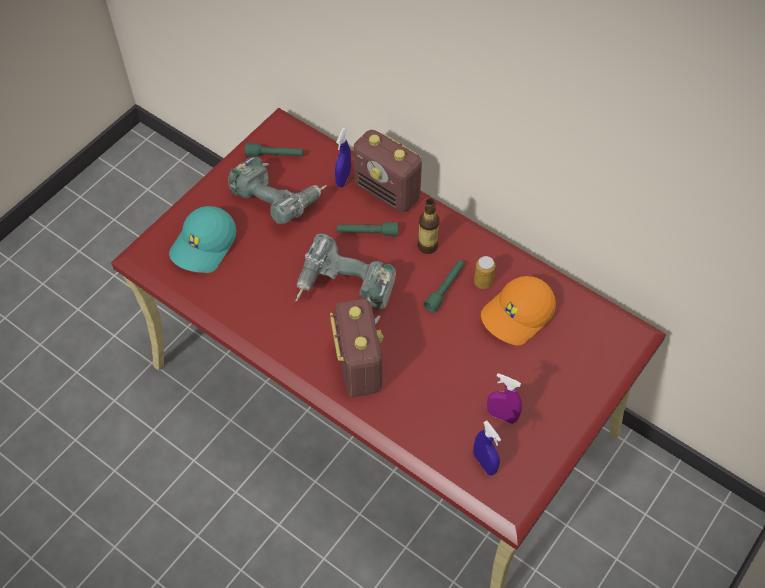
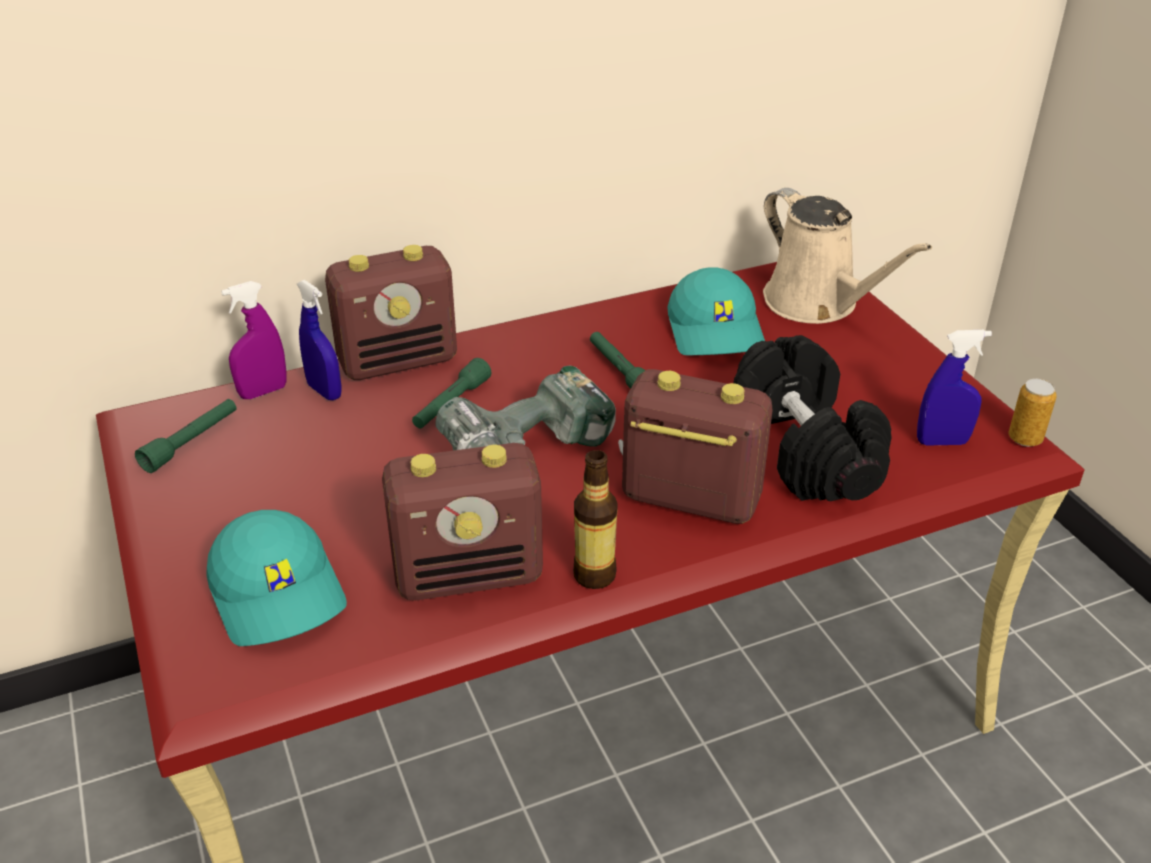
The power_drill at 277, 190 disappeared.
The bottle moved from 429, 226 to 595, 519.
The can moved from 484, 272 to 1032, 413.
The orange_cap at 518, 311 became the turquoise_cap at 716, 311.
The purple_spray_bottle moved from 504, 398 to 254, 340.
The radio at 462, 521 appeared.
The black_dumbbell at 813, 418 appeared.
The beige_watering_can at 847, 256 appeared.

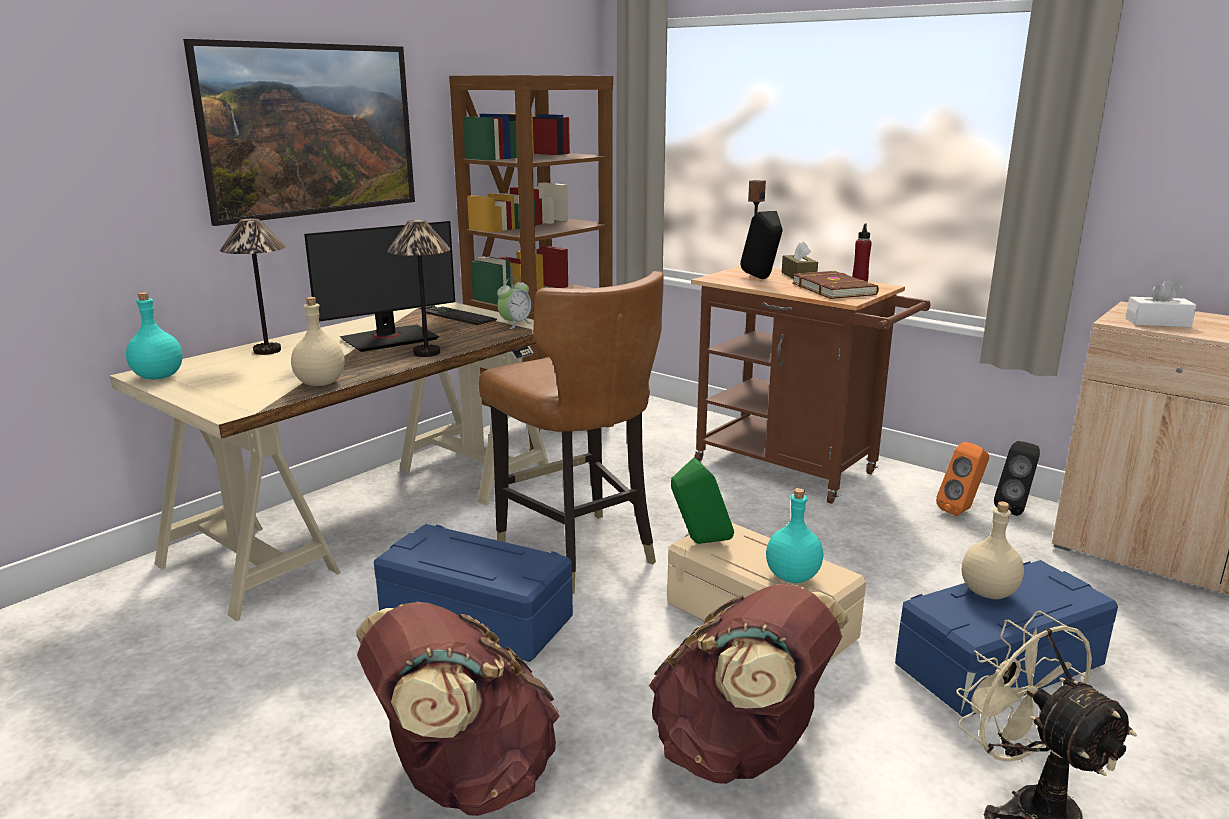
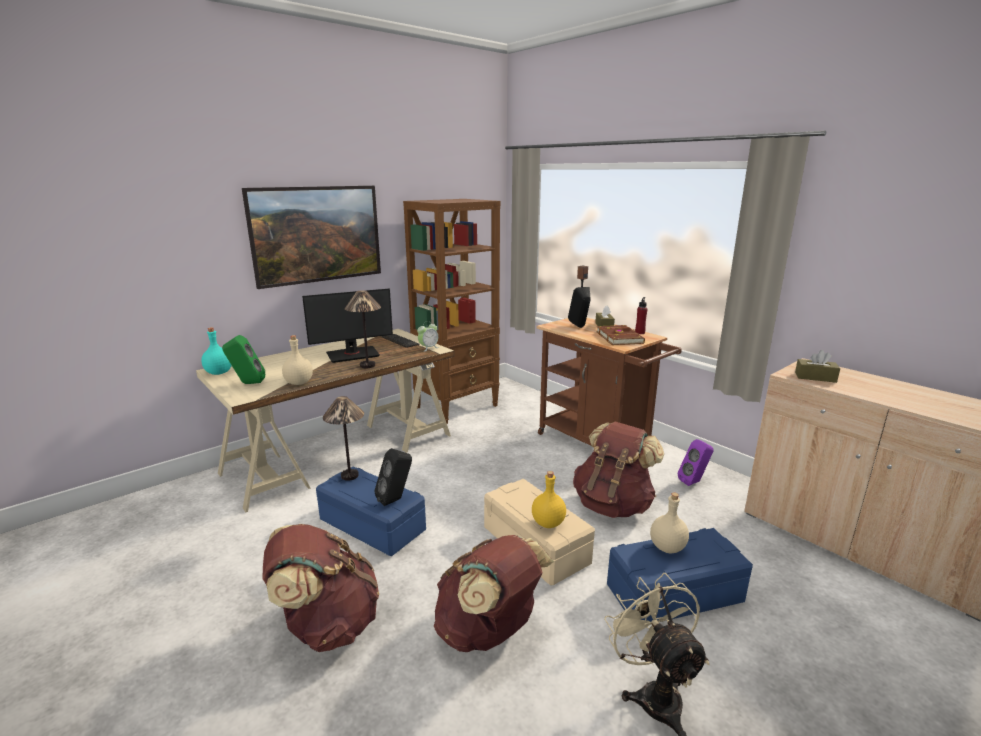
The table_lamp moved from 253, 287 to 343, 438.
The brown_chair at 571, 432 disappeared.
The green_speaker moved from 702, 500 to 244, 359.
The turquoise_bottle at 794, 535 became the yellow_bottle at 549, 499.
The orange_speaker at 962, 479 became the purple_speaker at 695, 462.
The black_speaker moved from 1017, 478 to 393, 477.
The white_tissue_box at 1161, 303 became the brown_tissue_box at 817, 366.
The brown_backpack at 618, 470 appeared.

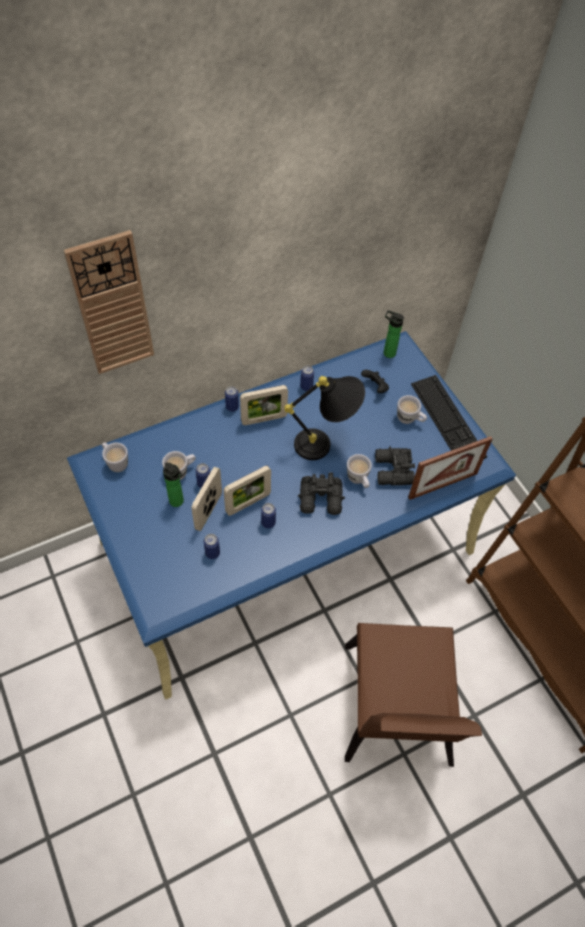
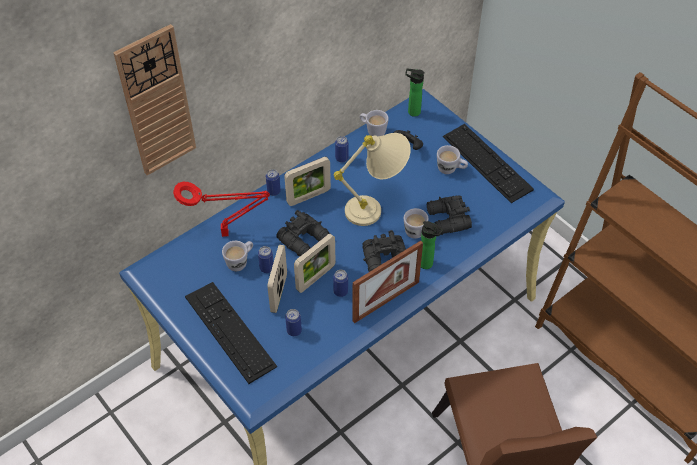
The white_mug moved from 115, 457 to 374, 123.
The bottle moved from 173, 484 to 432, 245.
The black_table_lamp at 324, 418 became the beige_table_lamp at 372, 179.
The picture_frame moved from 450, 468 to 387, 282.
The red_table_lamp at 221, 209 appeared.
The keyboard at 231, 333 appeared.
The black_binoculars at 302, 233 appeared.

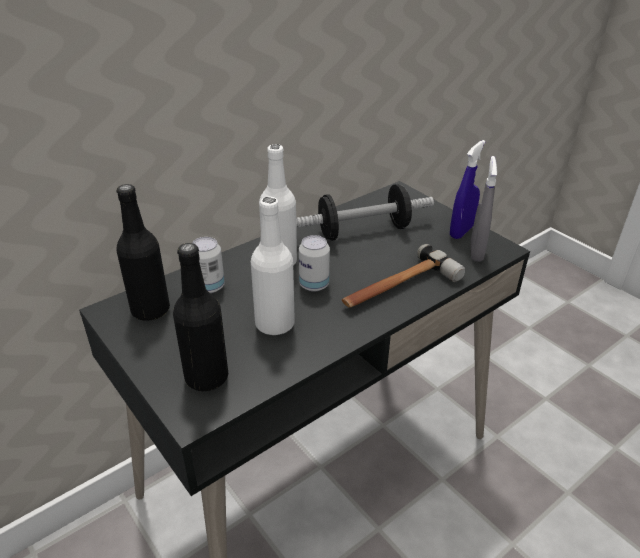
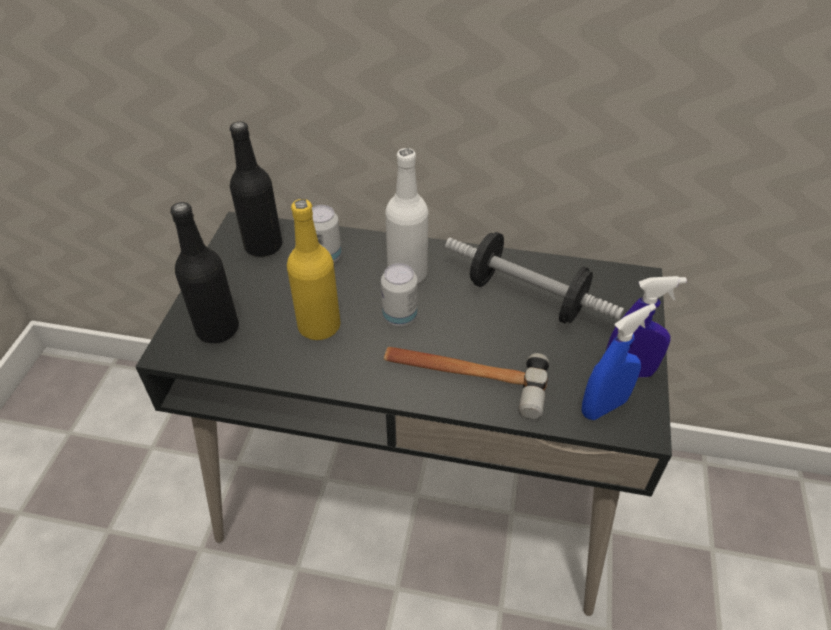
The white_bottle at 273, 266 became the yellow_bottle at 313, 269.
The grey_spray_bottle at 484, 209 became the blue_spray_bottle at 619, 362.

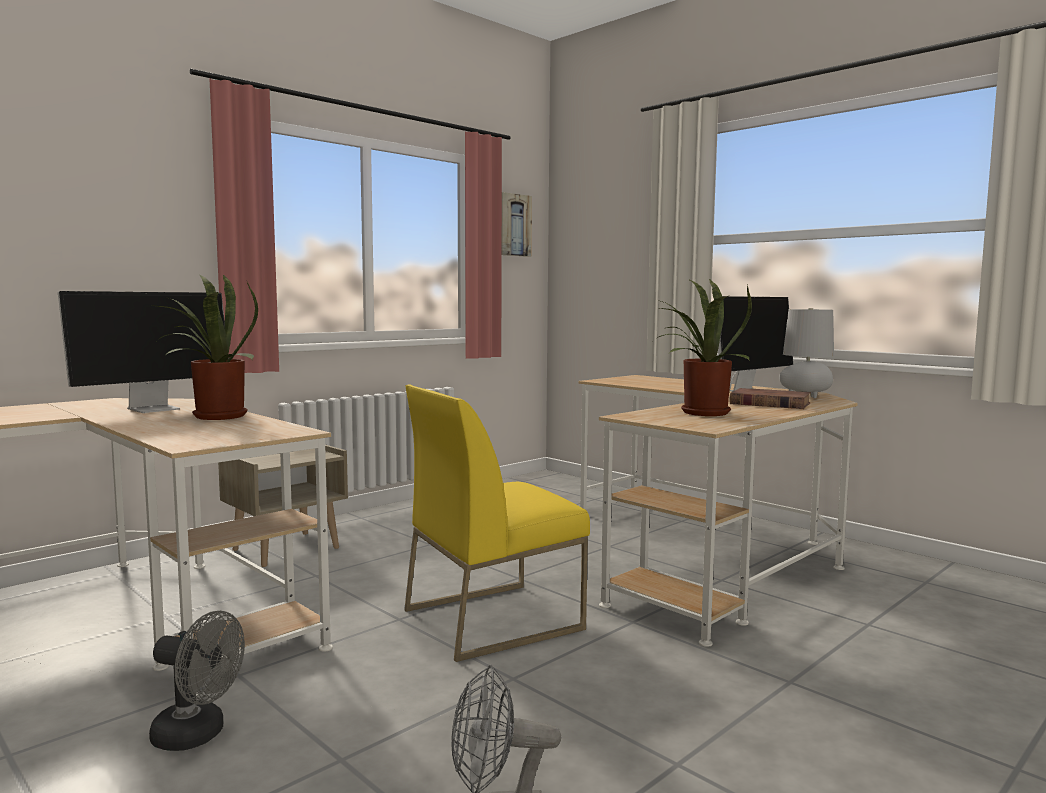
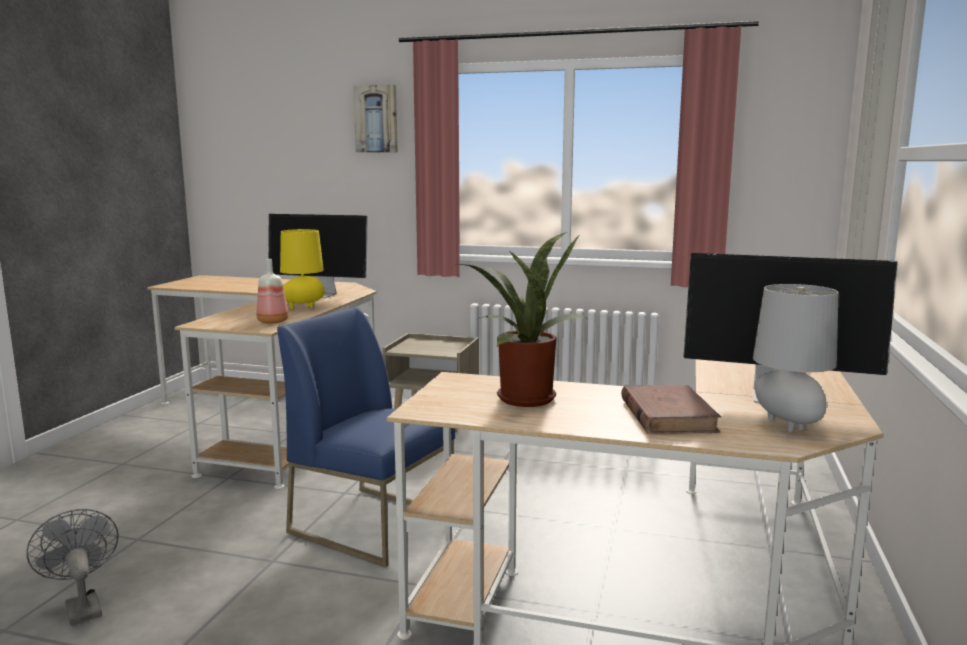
The grey_fan at 197, 681 disappeared.
The potted_plant at 204, 347 was replaced by the yellow_table_lamp at 302, 269.
The yellow_chair at 497, 523 became the blue_chair at 366, 437.
The picture moved from 517, 224 to 375, 119.
The bottle at 272, 291 appeared.

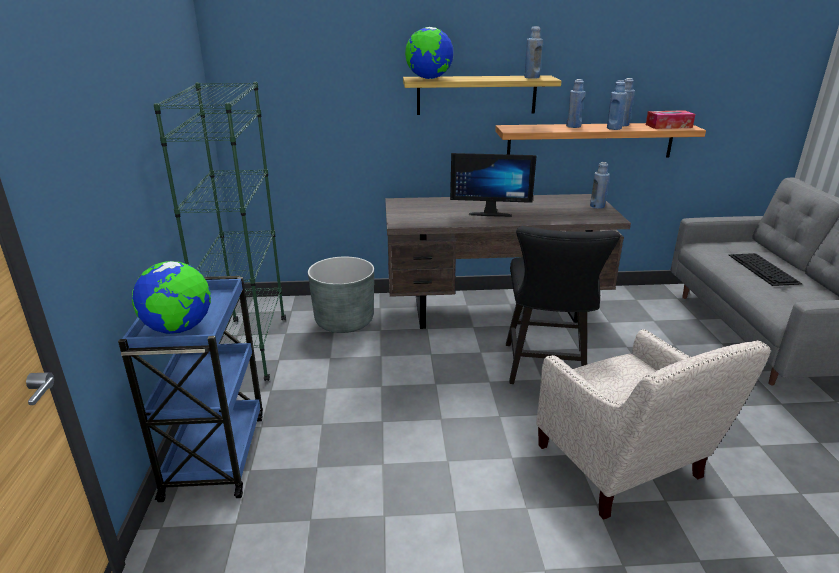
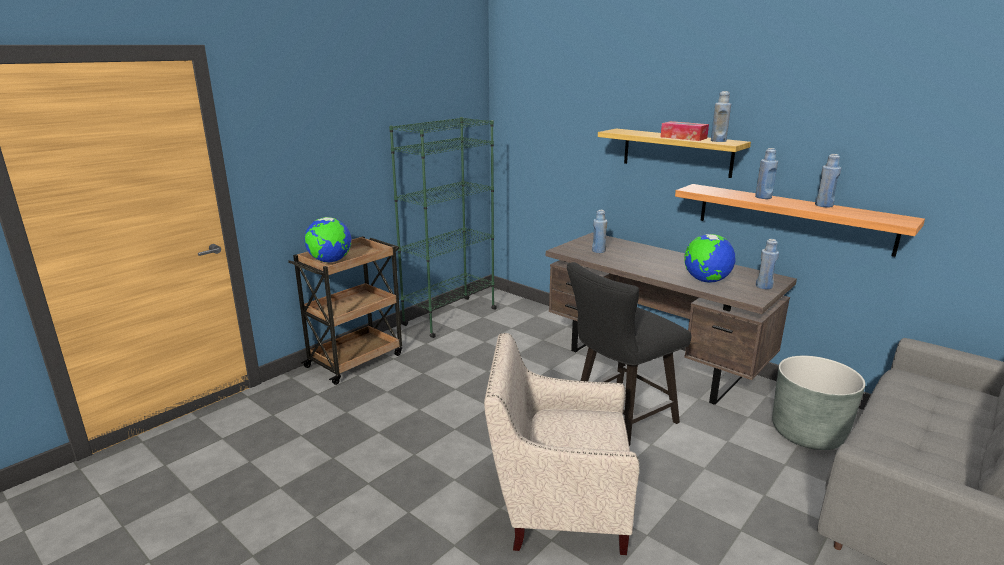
The blue_cart at 190, 389 became the brown_cart at 345, 310.
The grey_planter moved from 341, 295 to 819, 403.
The globe moved from 429, 53 to 709, 258.
The monitor at 493, 185 disappeared.
The beige_armchair at 653, 424 turned 75 degrees clockwise.
The blue_bottle moved from 617, 105 to 599, 231.
The tissue_box moved from 670, 119 to 685, 131.
The keyboard at 765, 269 disappeared.

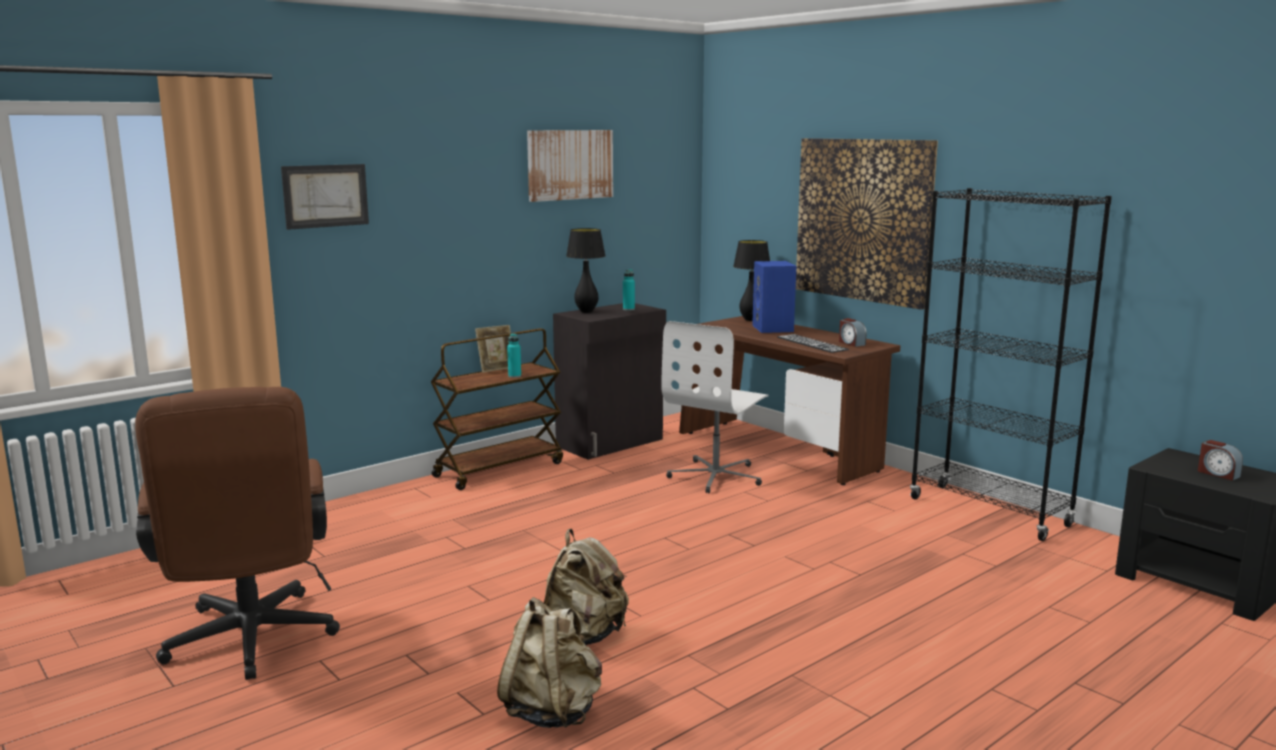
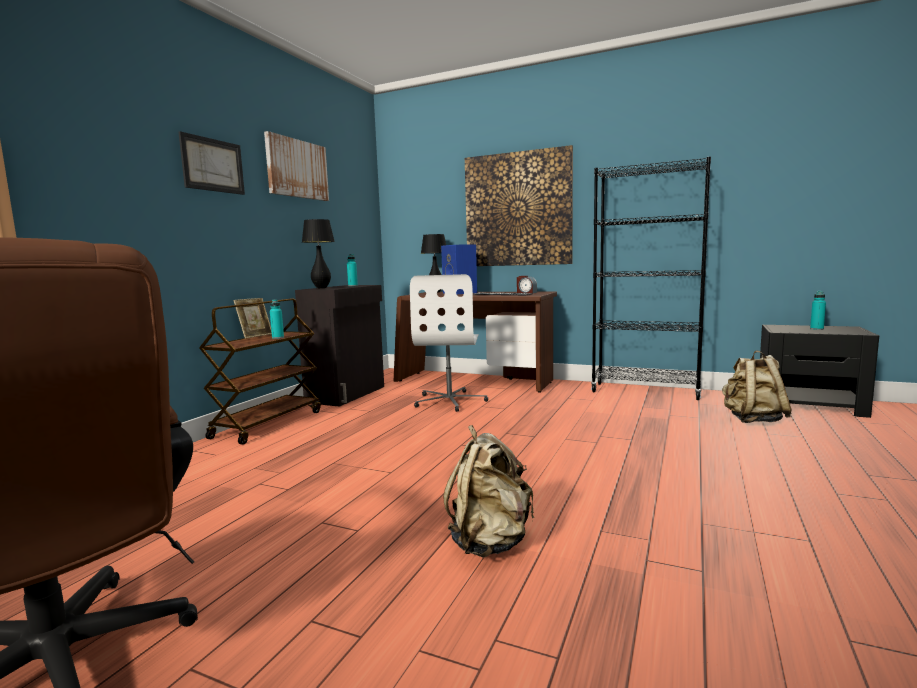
The picture moved from 325, 197 to 212, 163.
The beige_backpack moved from 549, 662 to 757, 387.
The alarm_clock at 1220, 460 was replaced by the turquoise_bottle at 818, 310.

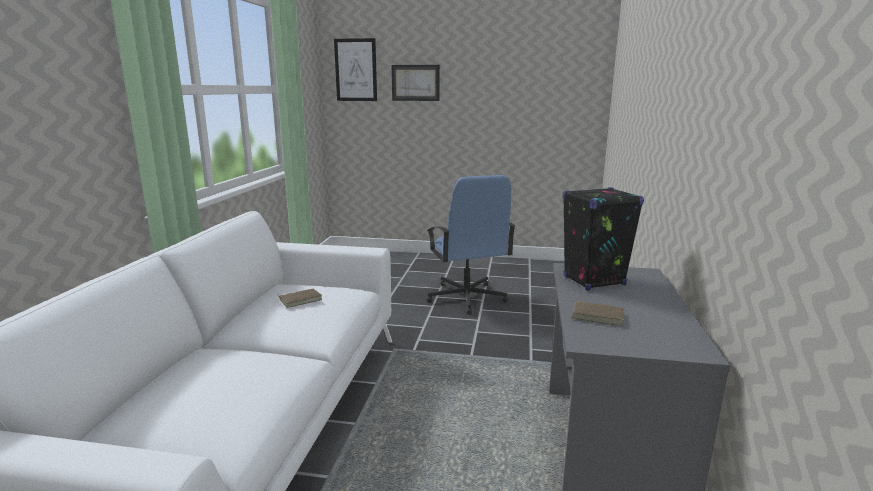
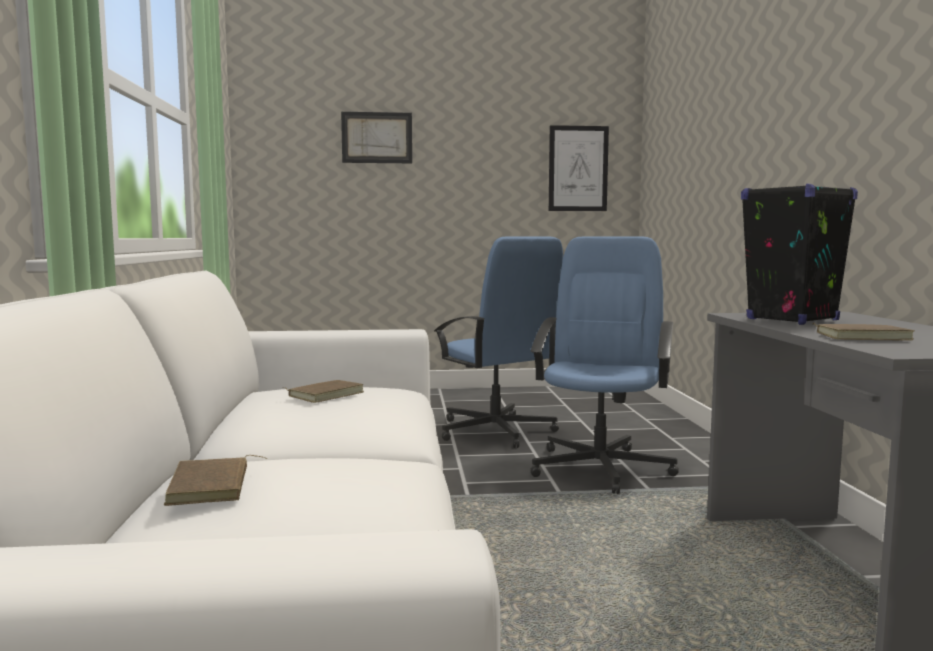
The picture moved from 355, 69 to 579, 168.
The brown_book at 215, 480 appeared.
The blue_office_chair at 605, 365 appeared.

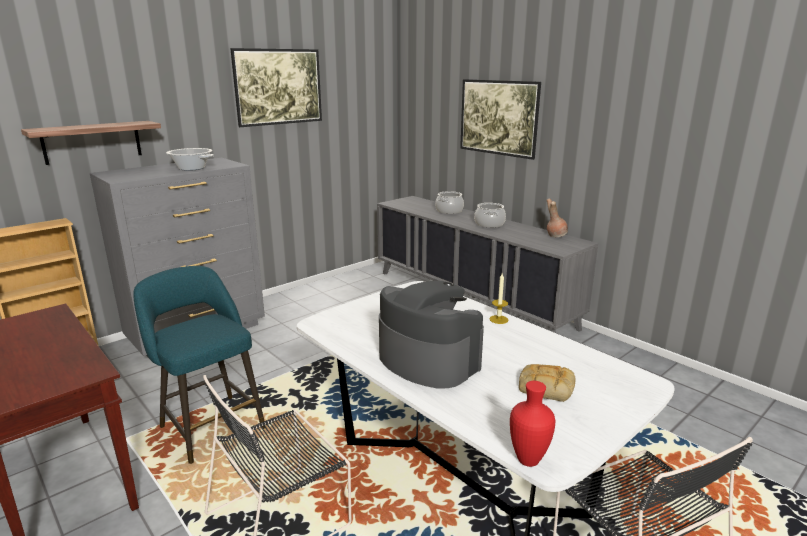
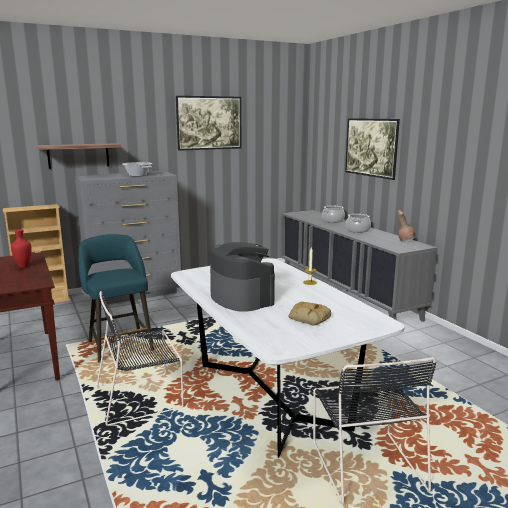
The red_vase moved from 532, 424 to 21, 249.

